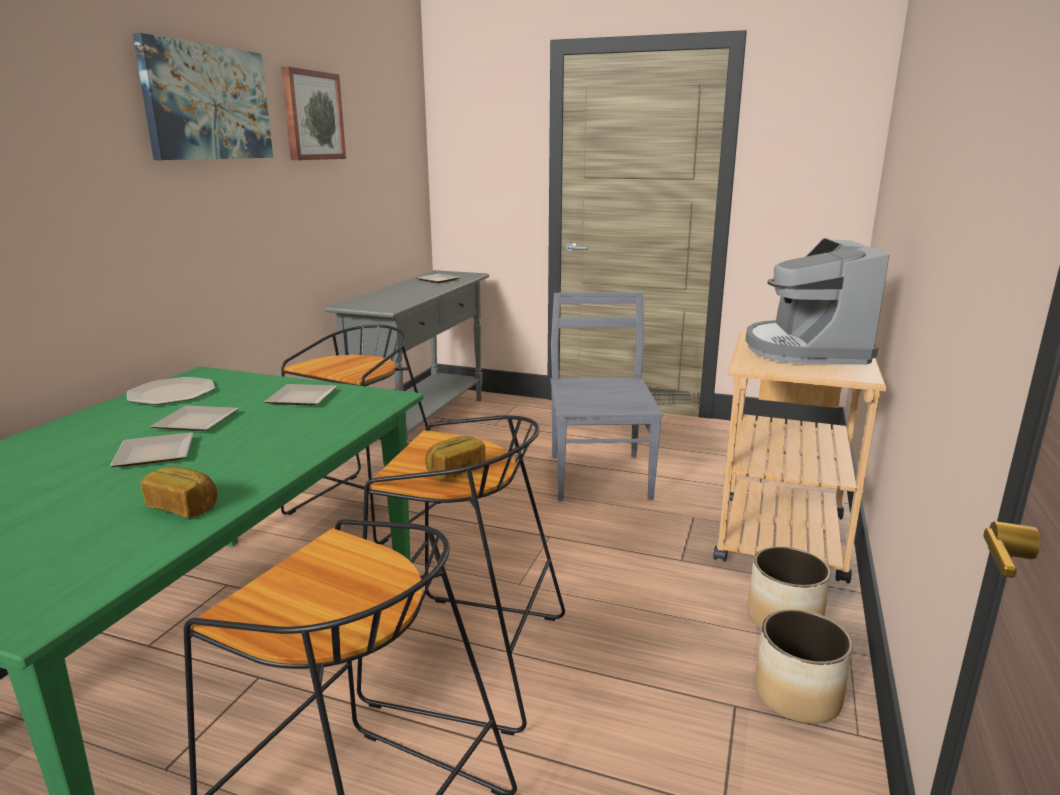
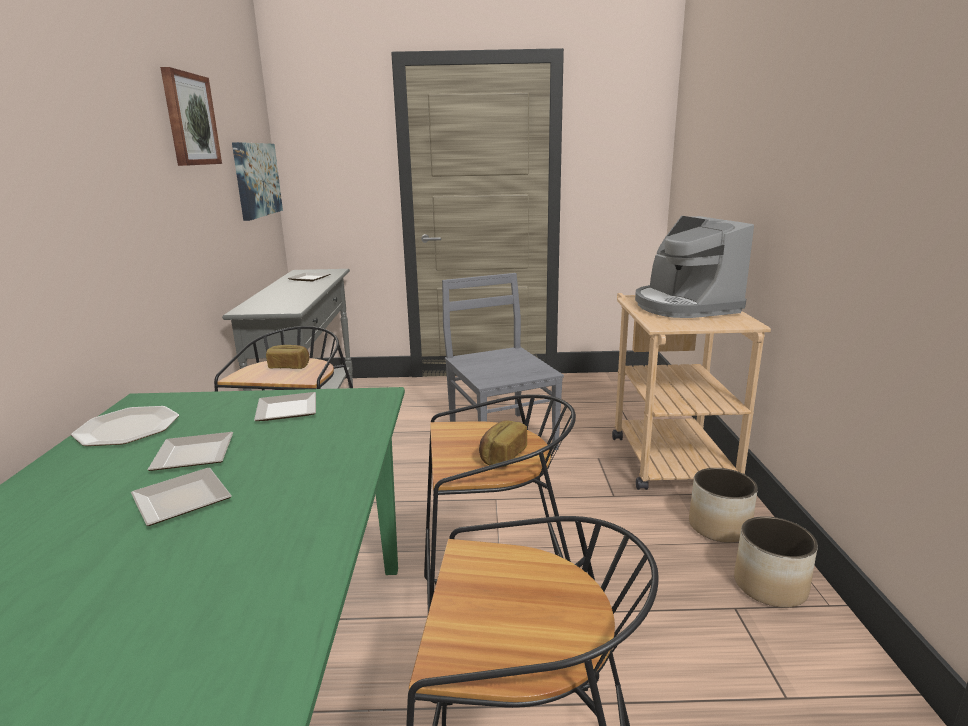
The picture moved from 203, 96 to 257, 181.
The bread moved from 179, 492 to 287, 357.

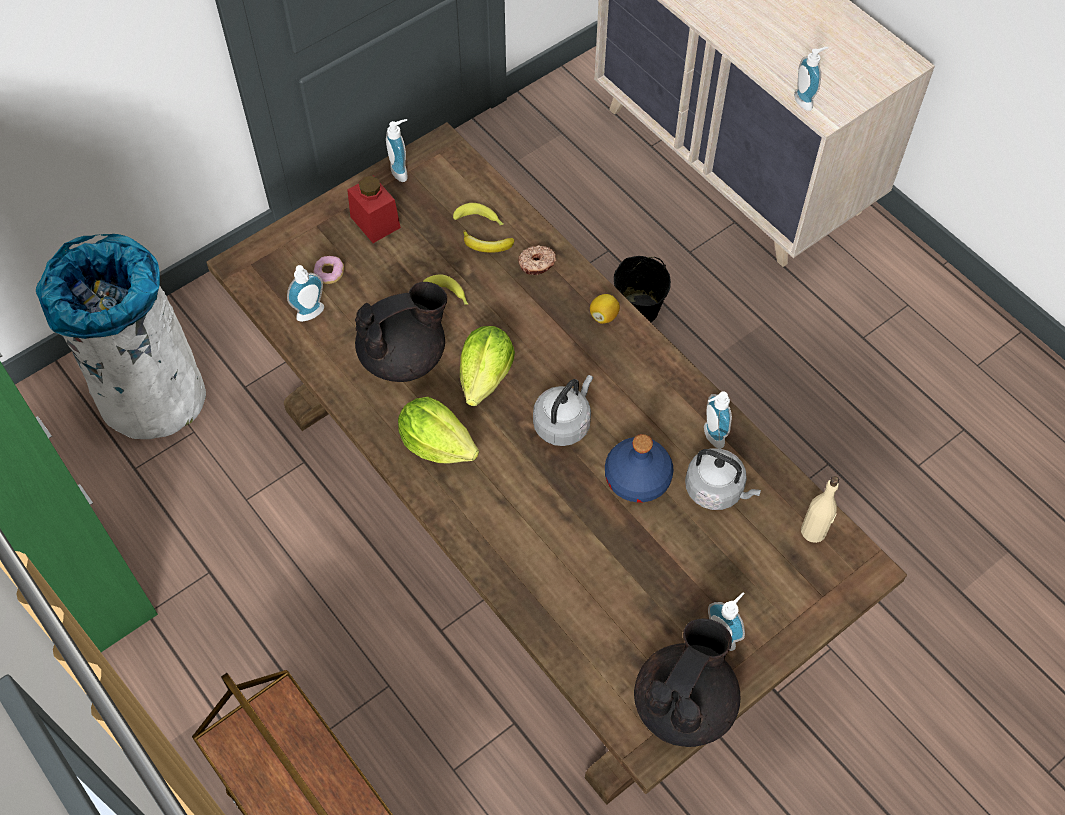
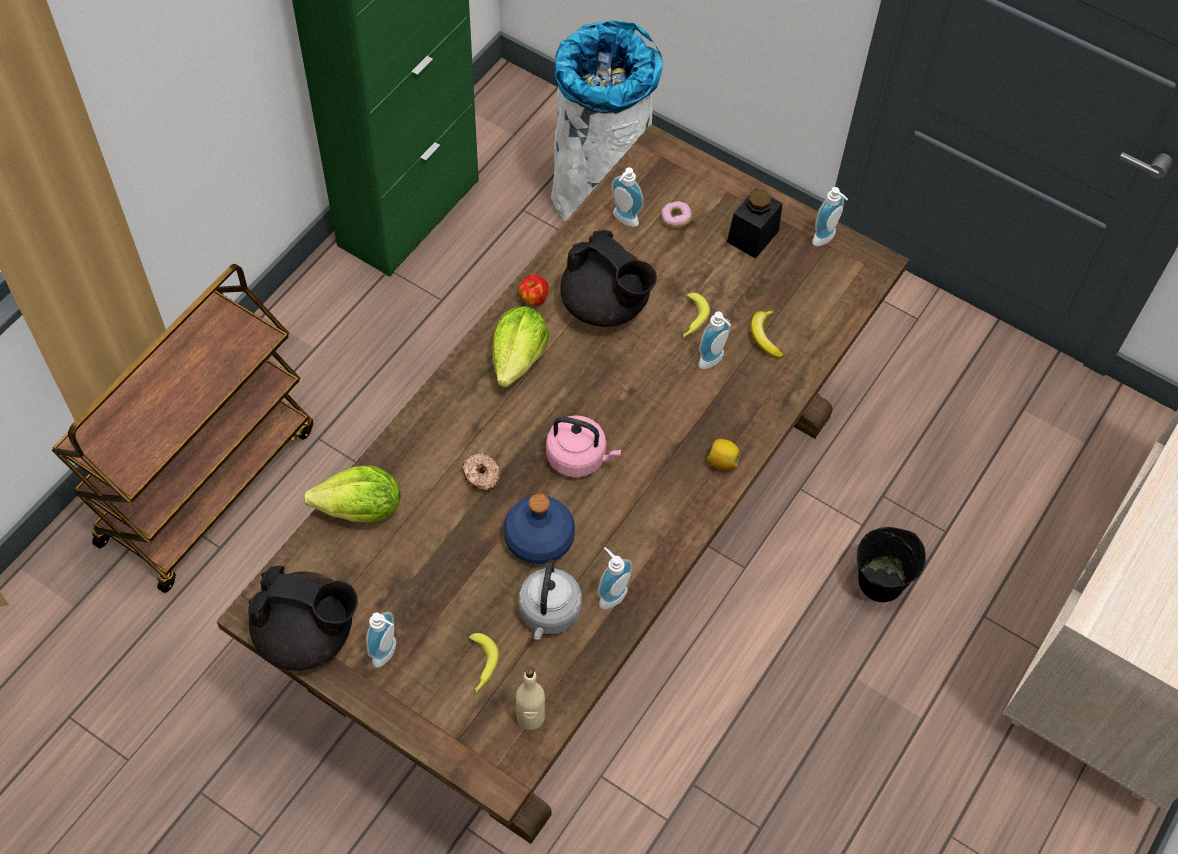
The red_jar at 374, 209 became the black_jar at 755, 223.
The banana moved from 478, 214 to 484, 663.
The lettuce moved from 487, 366 to 352, 493.
The donut moved from 537, 260 to 481, 472.
The grey_kettle at 563, 410 became the pink_kettle at 583, 446.
The soap_dispenser moved from 811, 79 to 714, 340.
The apple at 534, 290 appeared.

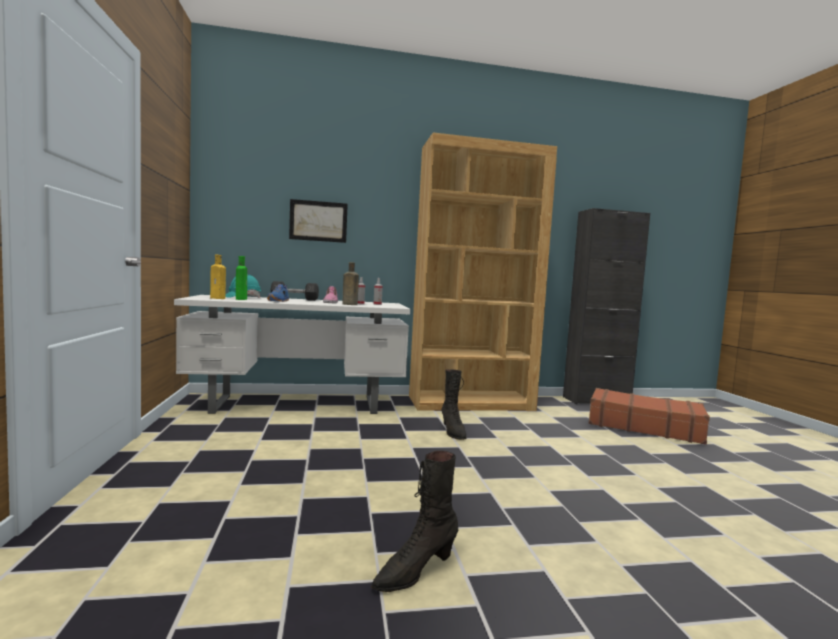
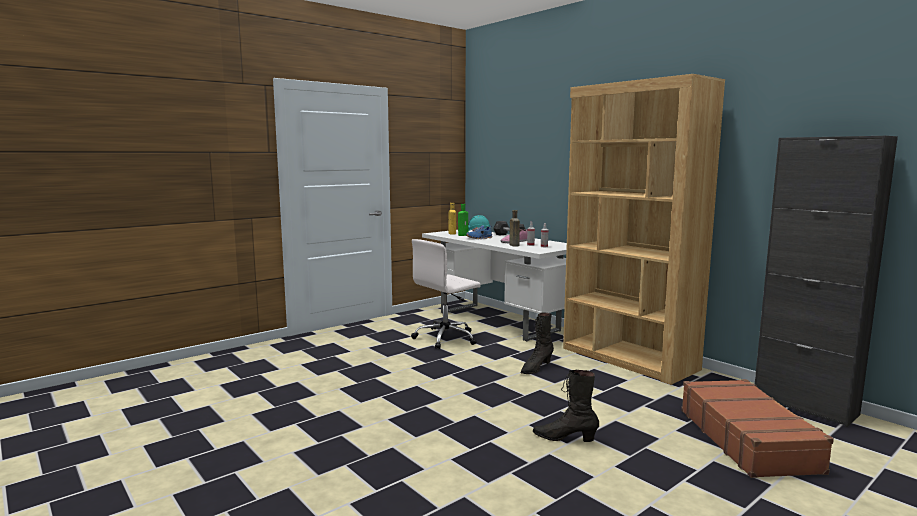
The picture at 318, 221 disappeared.
The black_boot moved from 414, 521 to 566, 406.
The white_office_chair at 445, 294 appeared.

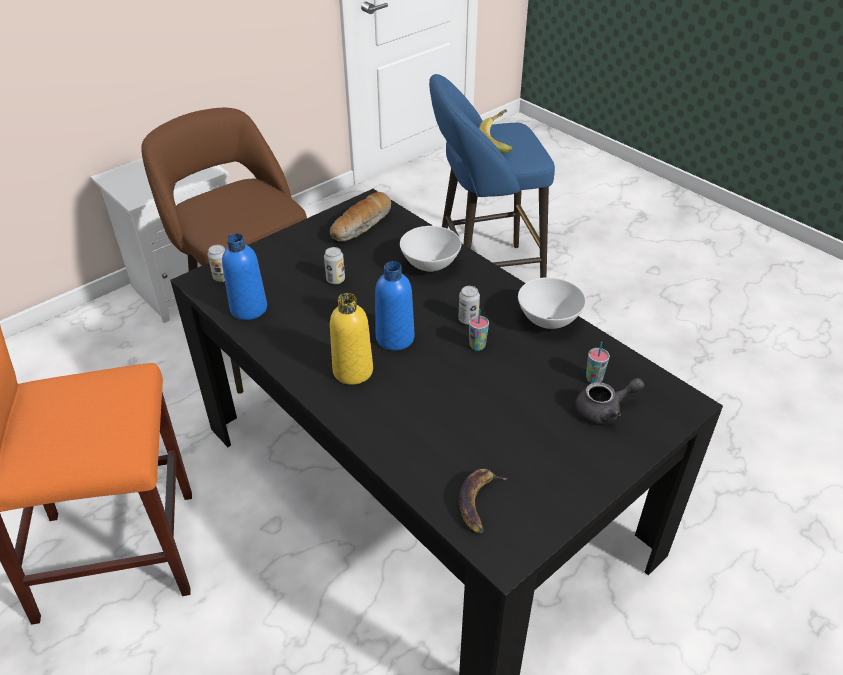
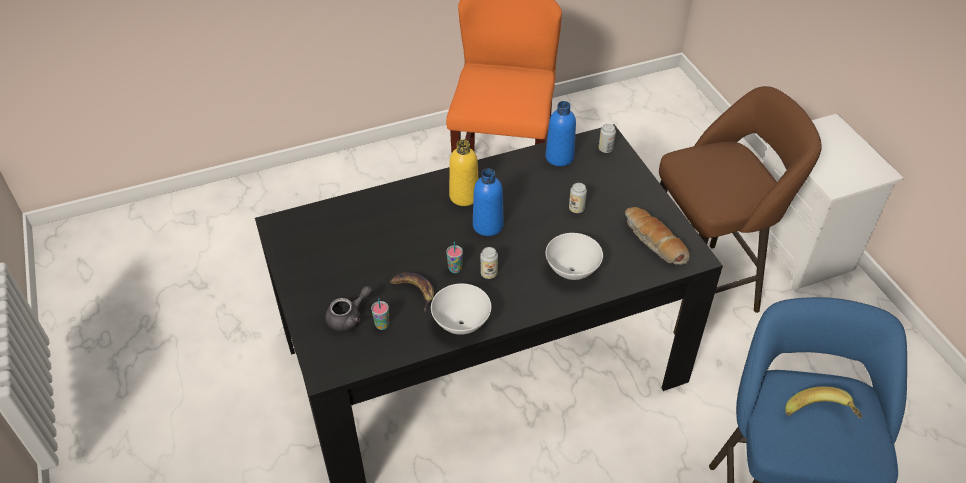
The banana moved from 483, 501 to 412, 291.
The grey_teapot at 609, 401 turned 135 degrees counterclockwise.

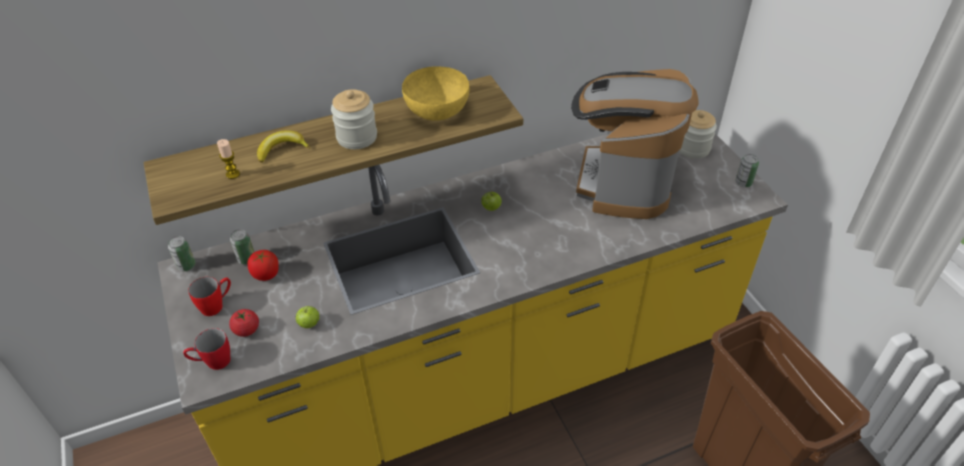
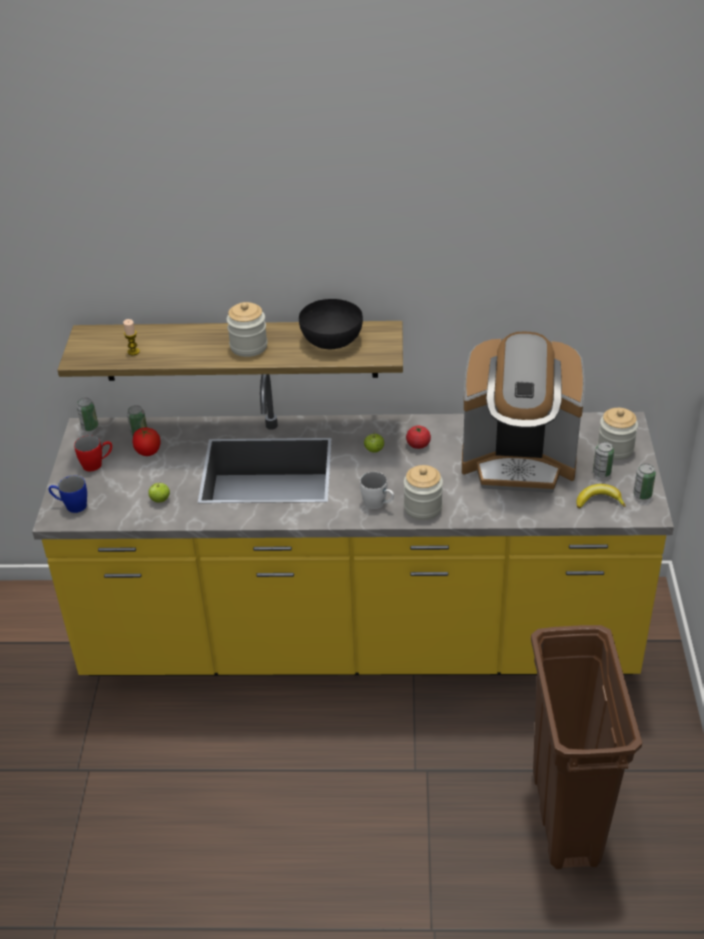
The red_mug at 207, 349 became the blue_mug at 67, 494.
The tomato moved from 244, 323 to 418, 437.
The banana moved from 283, 146 to 601, 496.
The yellow_bowl at 436, 93 became the black_bowl at 331, 324.
The coffee_machine at 635, 144 turned 120 degrees counterclockwise.
The white_mug at 377, 490 appeared.
The jar at 423, 492 appeared.
The can at 603, 459 appeared.

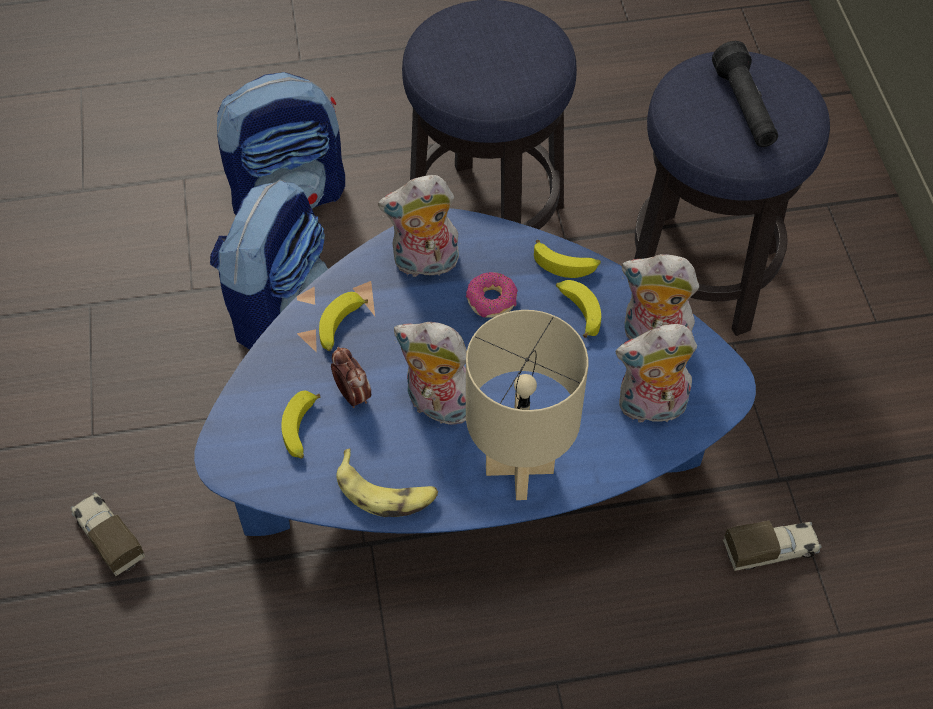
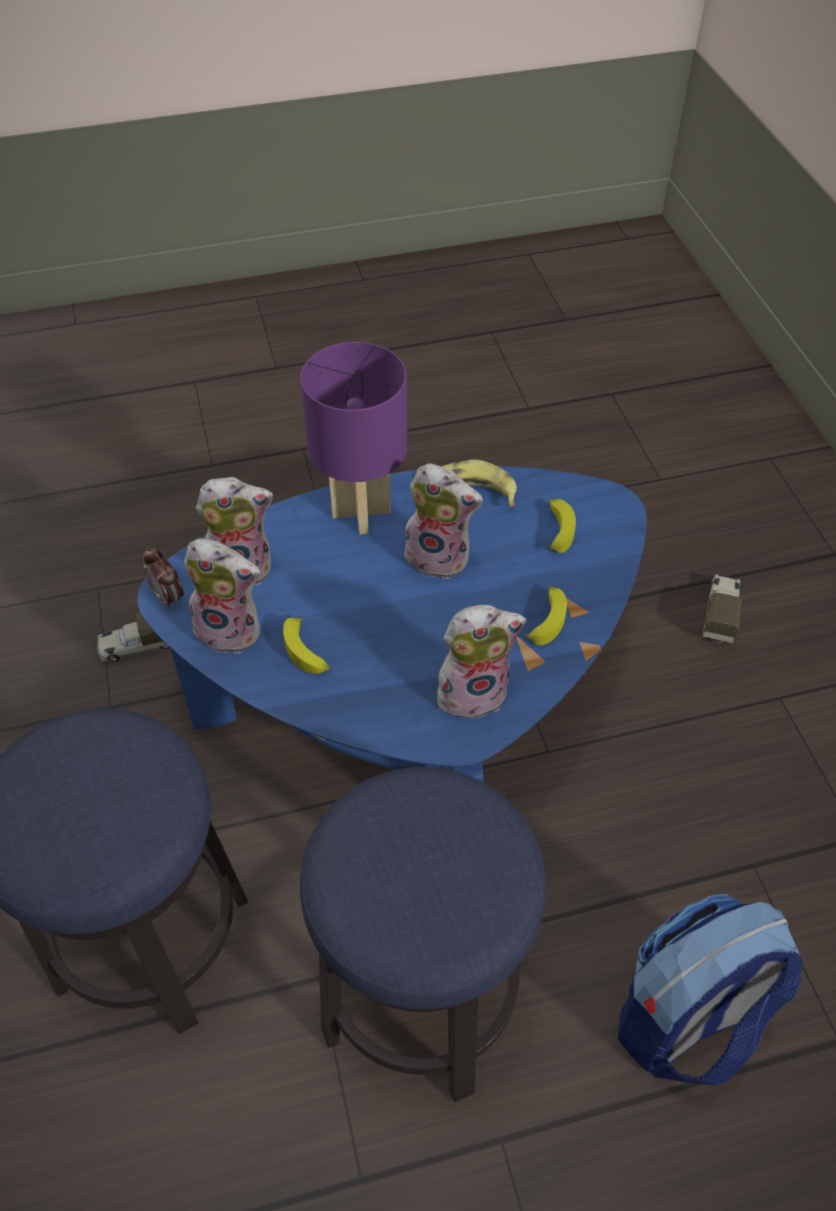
The toy_truck at 108, 534 turned 120 degrees counterclockwise.
The backpack at 269, 264 disappeared.
The alarm_clock moved from 351, 377 to 163, 578.
The donut at 492, 295 disappeared.
The beige_table_lamp at 527, 405 became the purple_table_lamp at 353, 438.
The banana at 567, 259 disappeared.
The black_flashlight at 745, 94 disappeared.

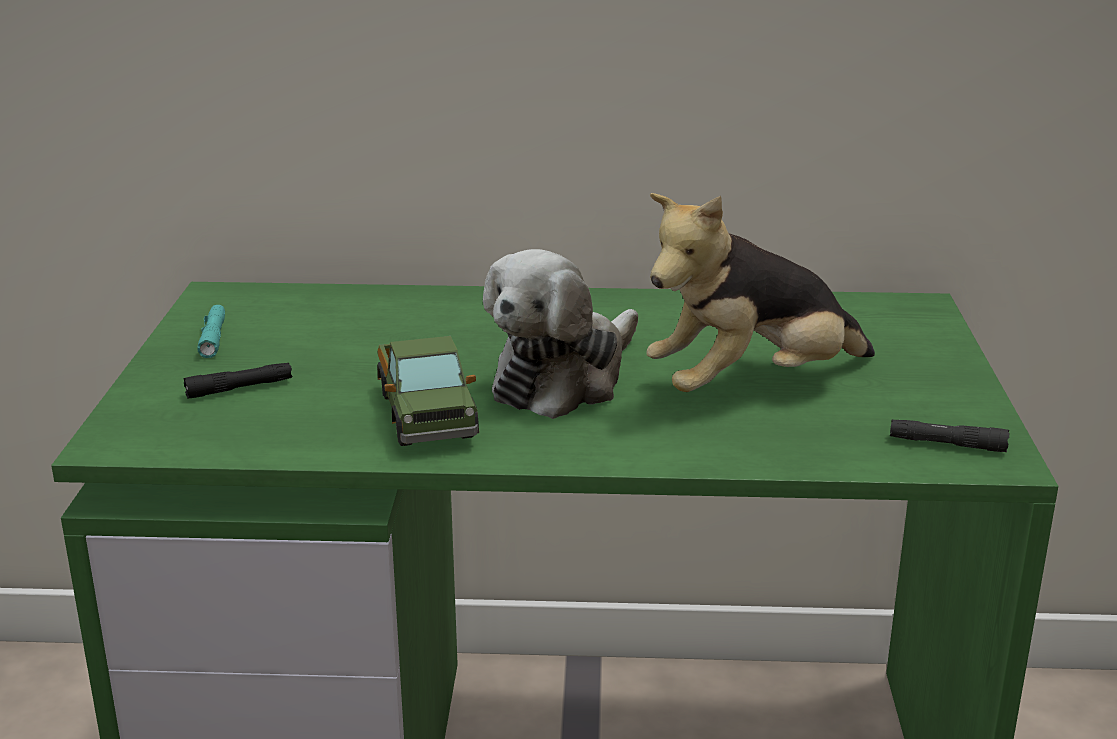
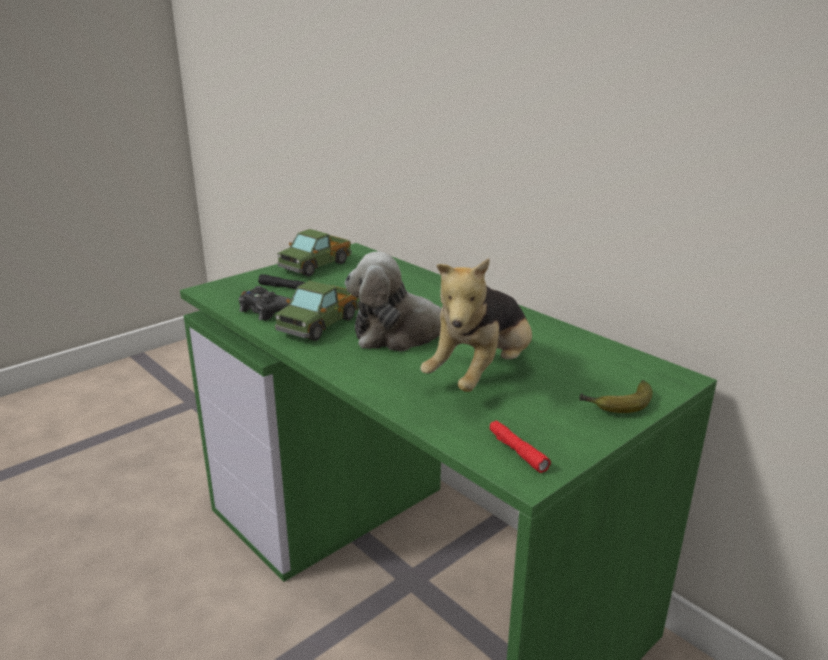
The turquoise_flashlight at 211, 331 was replaced by the toy_truck at 314, 252.
The plush_toy at 760, 292 turned 75 degrees counterclockwise.
The black_flashlight at 949, 436 became the red_flashlight at 520, 447.
The black_game_controller at 265, 303 appeared.
The banana at 616, 396 appeared.

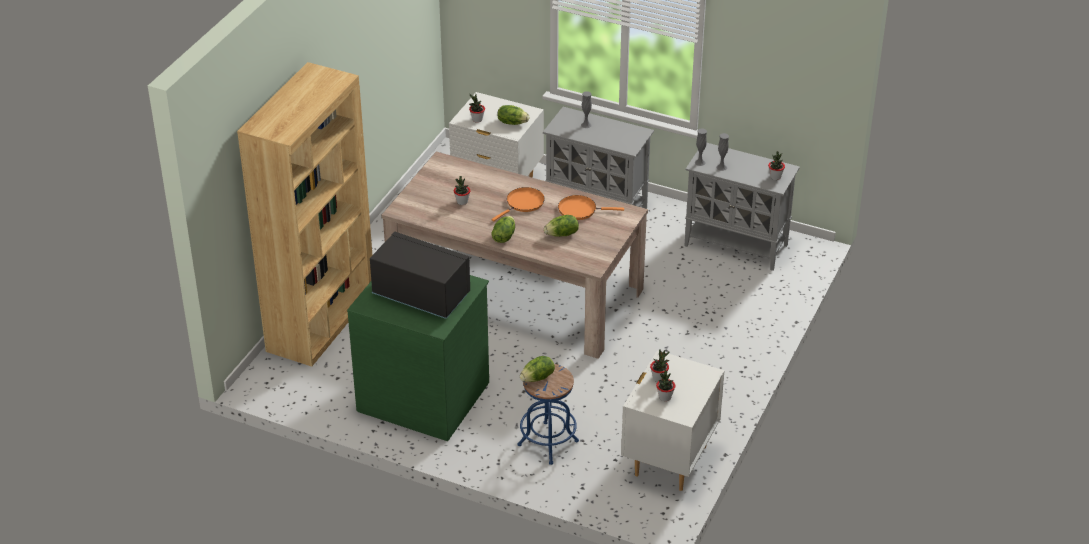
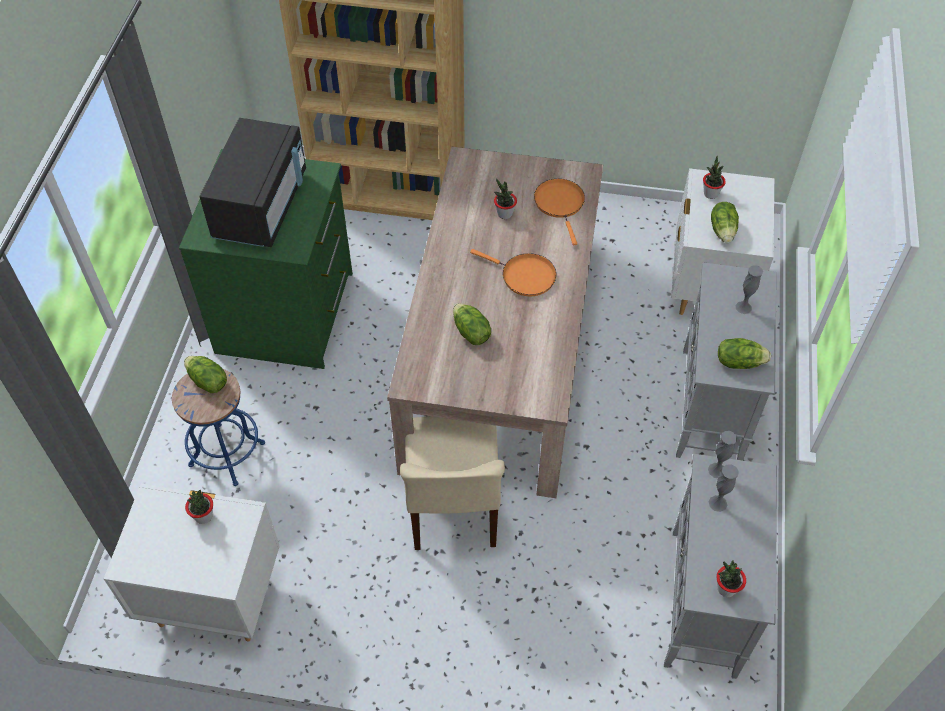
The lettuce moved from 503, 229 to 744, 353.
The orange_frying_pan moved from 591, 207 to 559, 212.
The potted_plant at 665, 385 disappeared.
The beige_chair at 452, 483 appeared.

